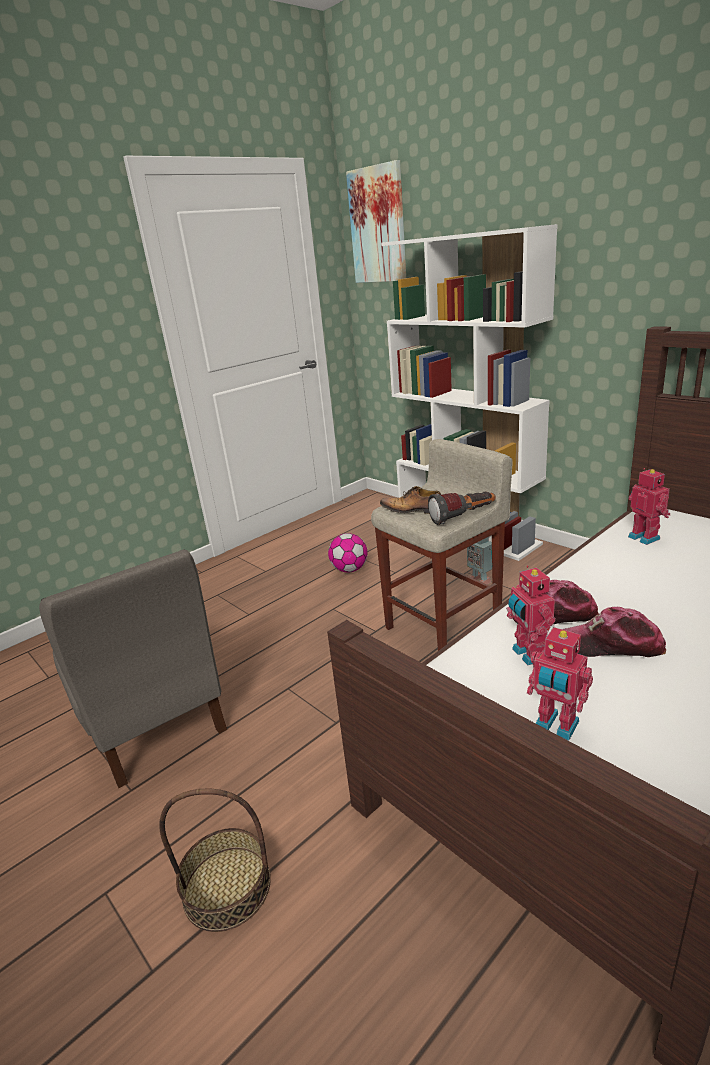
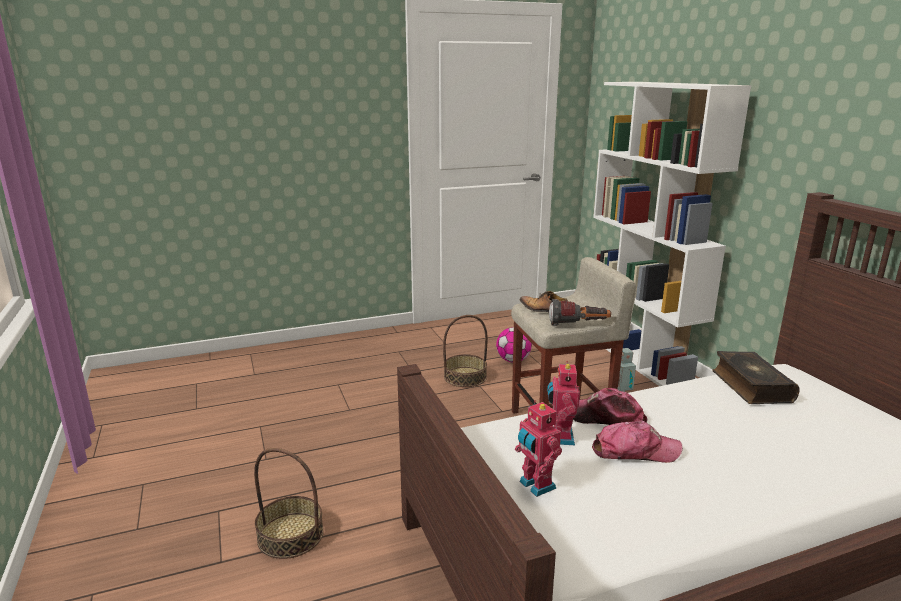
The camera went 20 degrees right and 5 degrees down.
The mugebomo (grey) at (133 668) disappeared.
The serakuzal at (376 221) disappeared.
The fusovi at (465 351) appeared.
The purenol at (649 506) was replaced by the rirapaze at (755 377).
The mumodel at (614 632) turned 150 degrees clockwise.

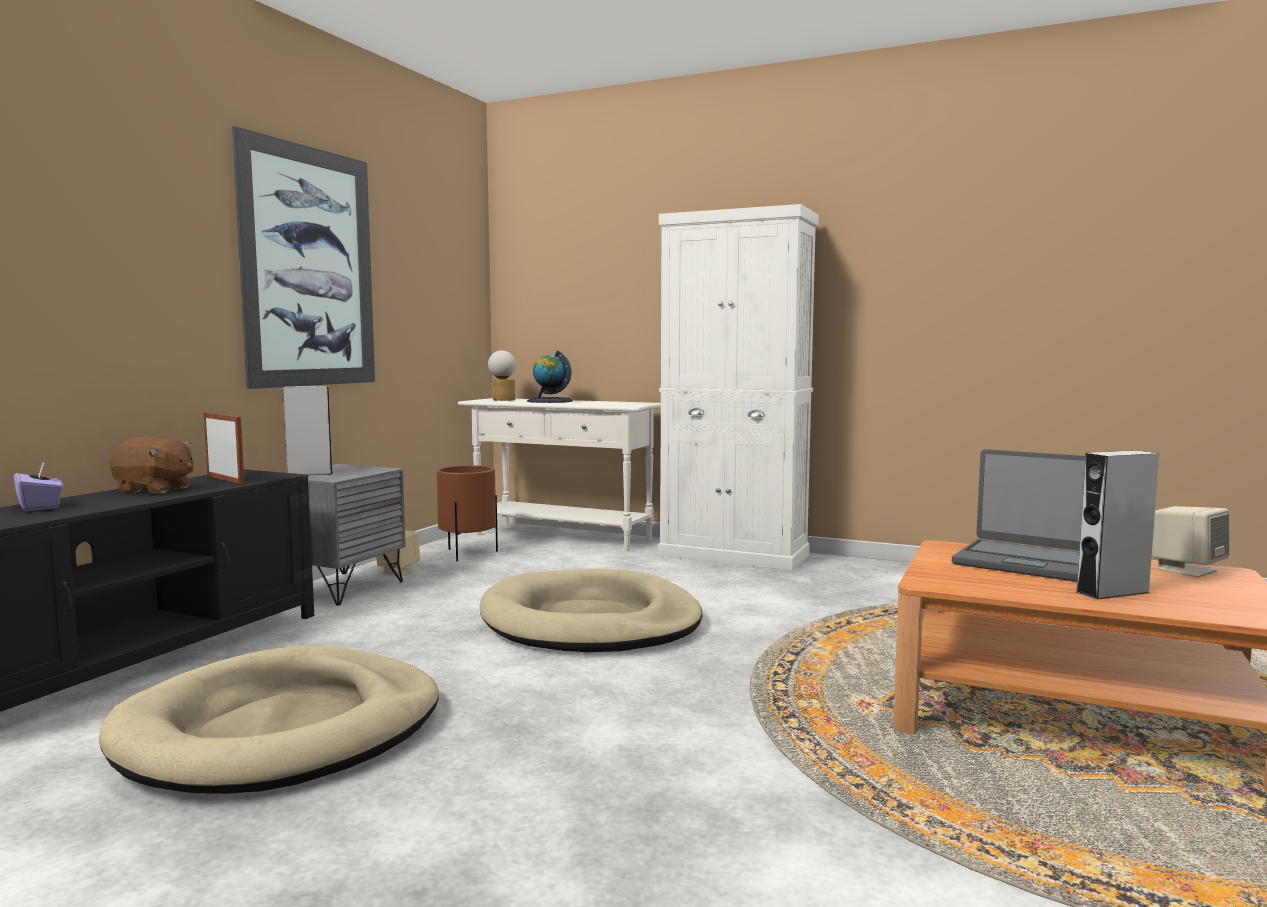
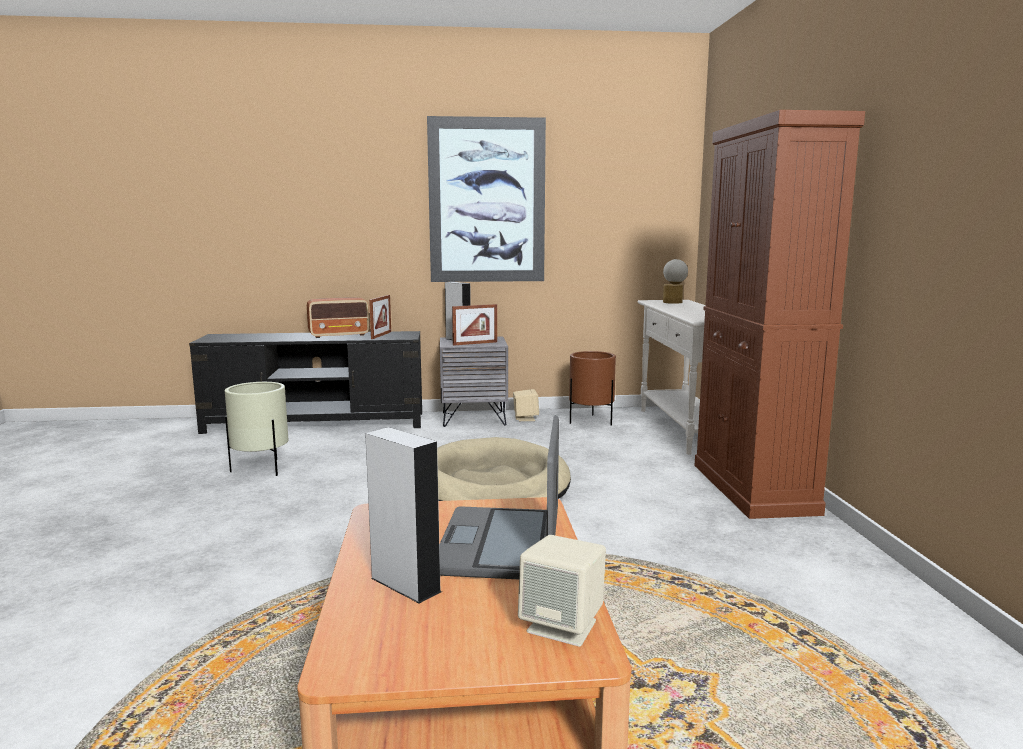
The camera went 60 degrees right and 5 degrees up.
The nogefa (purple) at (38 486) disappeared.
The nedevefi at (550 377) disappeared.
The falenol at (474 325) appeared.
The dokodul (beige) at (269 720) was replaced by the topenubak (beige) at (256 429).
The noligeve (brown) at (151 464) was replaced by the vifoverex at (338 317).
The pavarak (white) at (738 387) became the pavarak (brown) at (780 314).

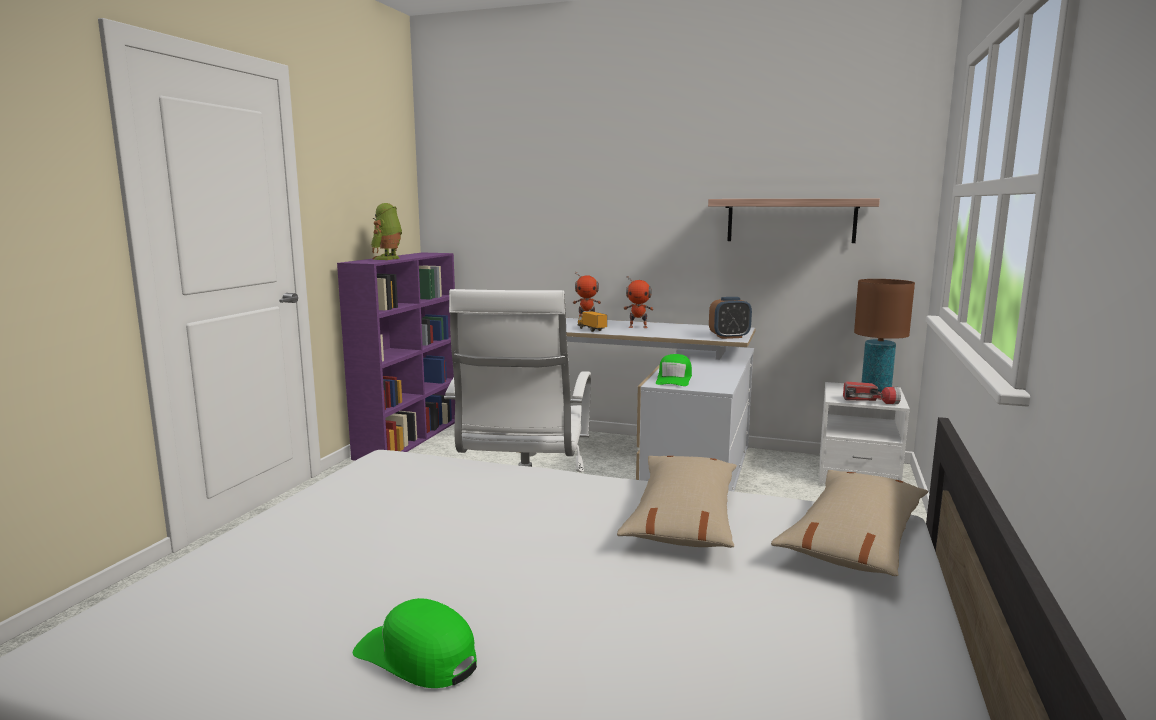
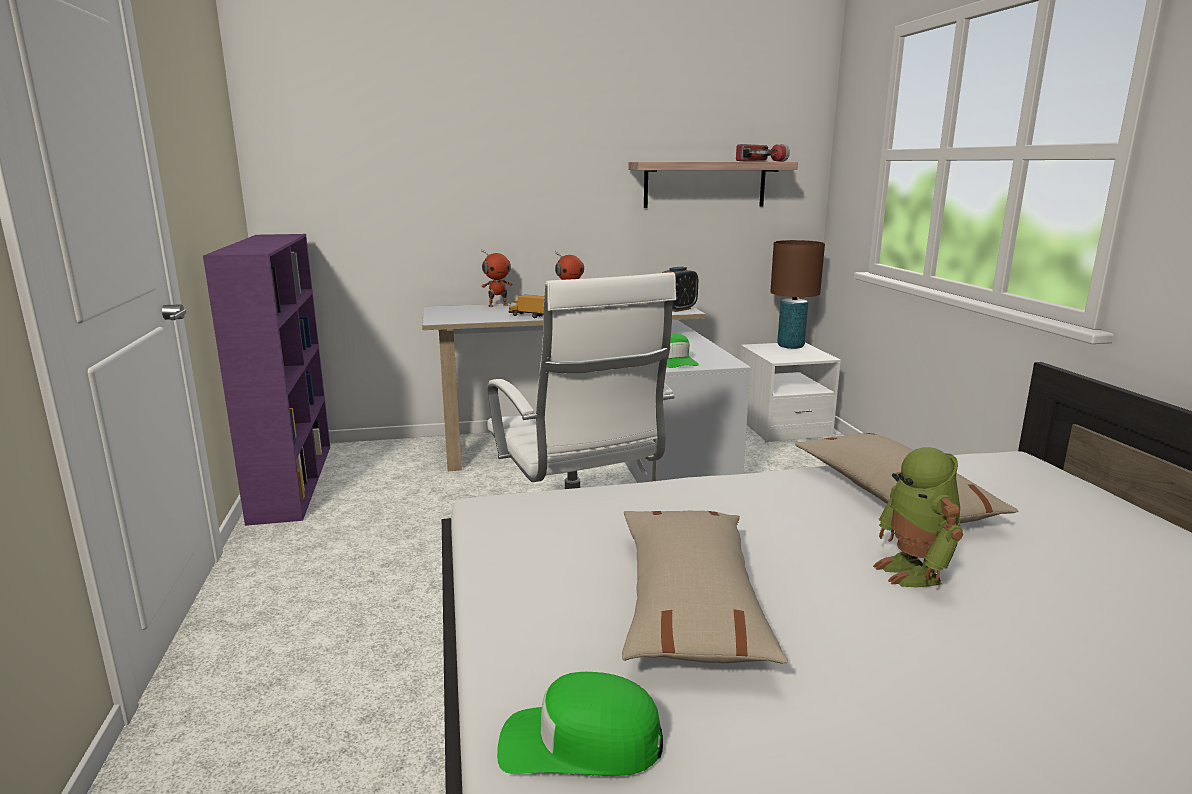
The camera went 30 degrees left and 5 degrees up.
The mumodel (green) moved from (415 643) to (580 724).
The purenol moved from (386 231) to (918 517).
The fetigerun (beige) moved from (849 523) to (705 587).
The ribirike moved from (872 392) to (763 153).

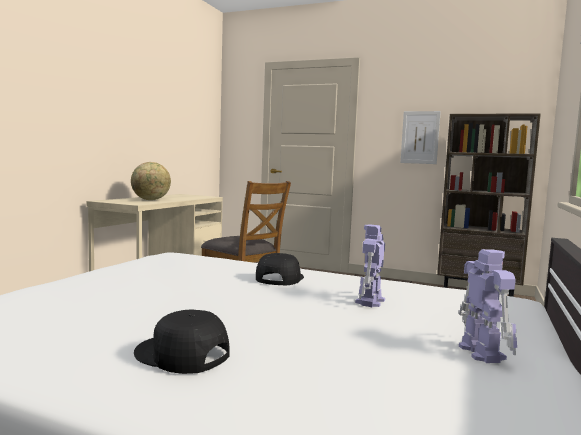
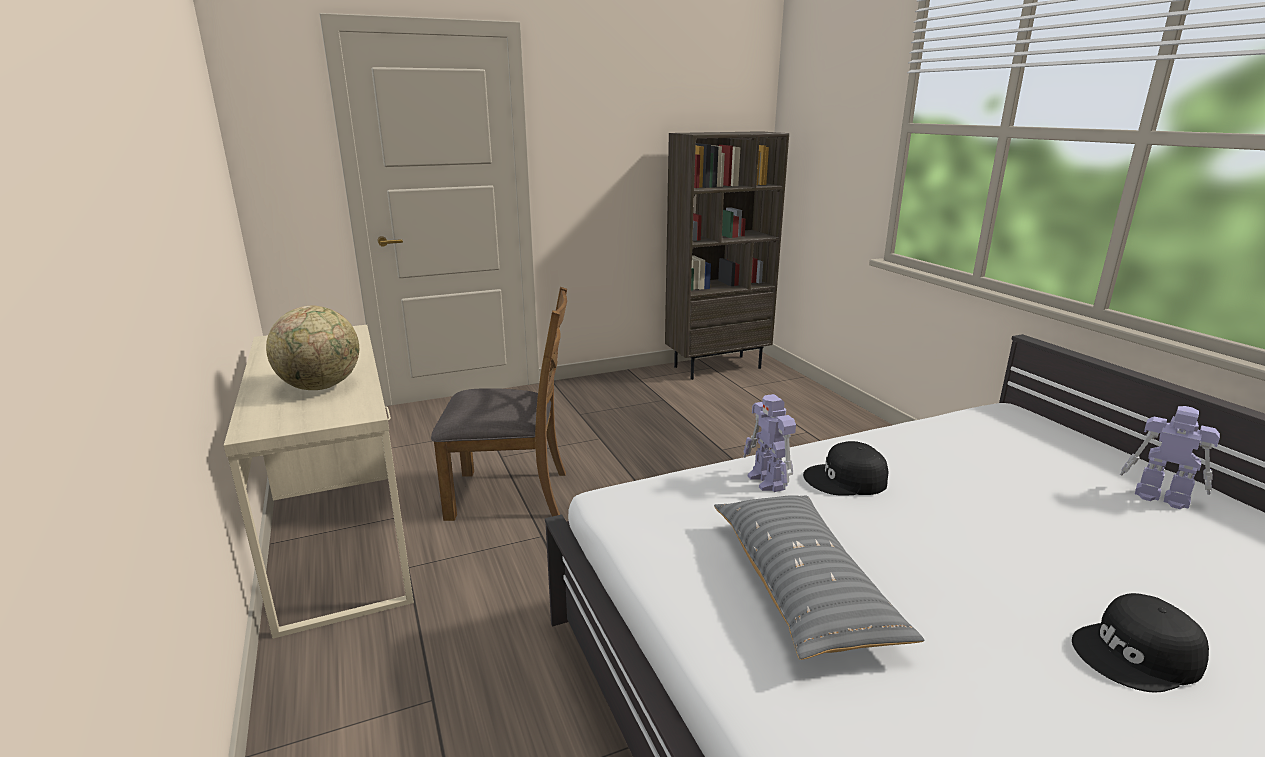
The camera went 45 degrees left and 15 degrees up.
The serakuzal at (420 137) disappeared.
The fetigerun (grey) at (819 577) appeared.
The purenol moved from (370 266) to (769 443).
The mumodel (black) at (280 269) turned 60 degrees counterclockwise.

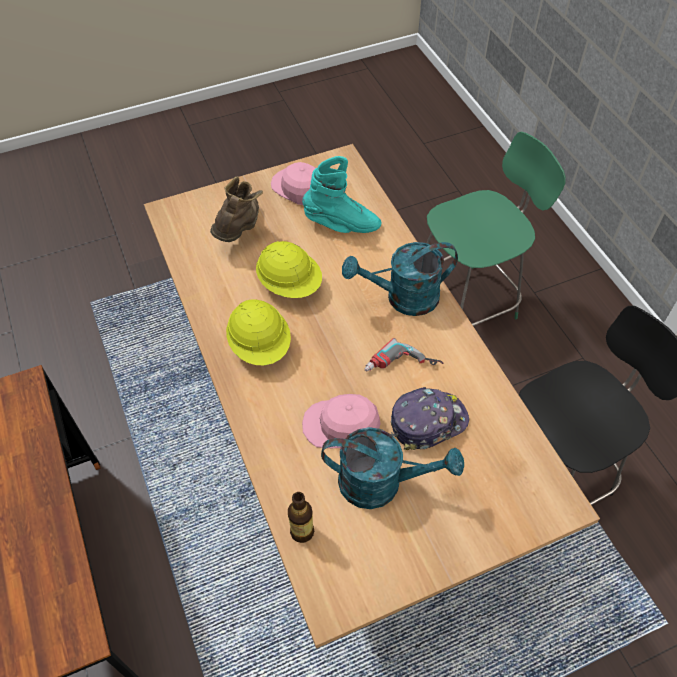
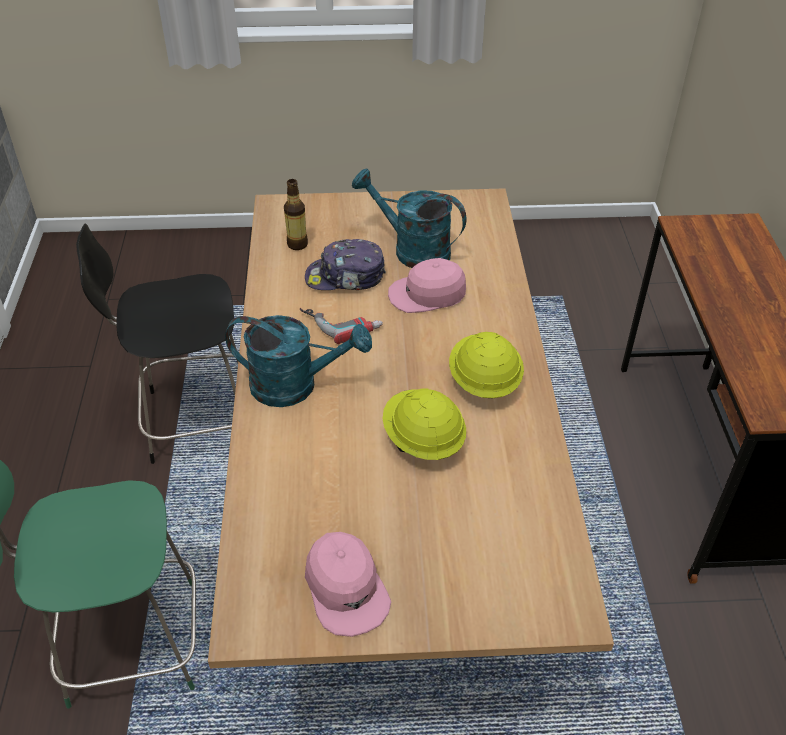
The camera went 160 degrees left and 10 degrees down.
The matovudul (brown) at (236 209) disappeared.
The matovudul (turquoise) at (341 194) disappeared.
The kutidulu moved from (301 517) to (296 214).
The mumodel (pink) at (341 421) turned 150 degrees clockwise.

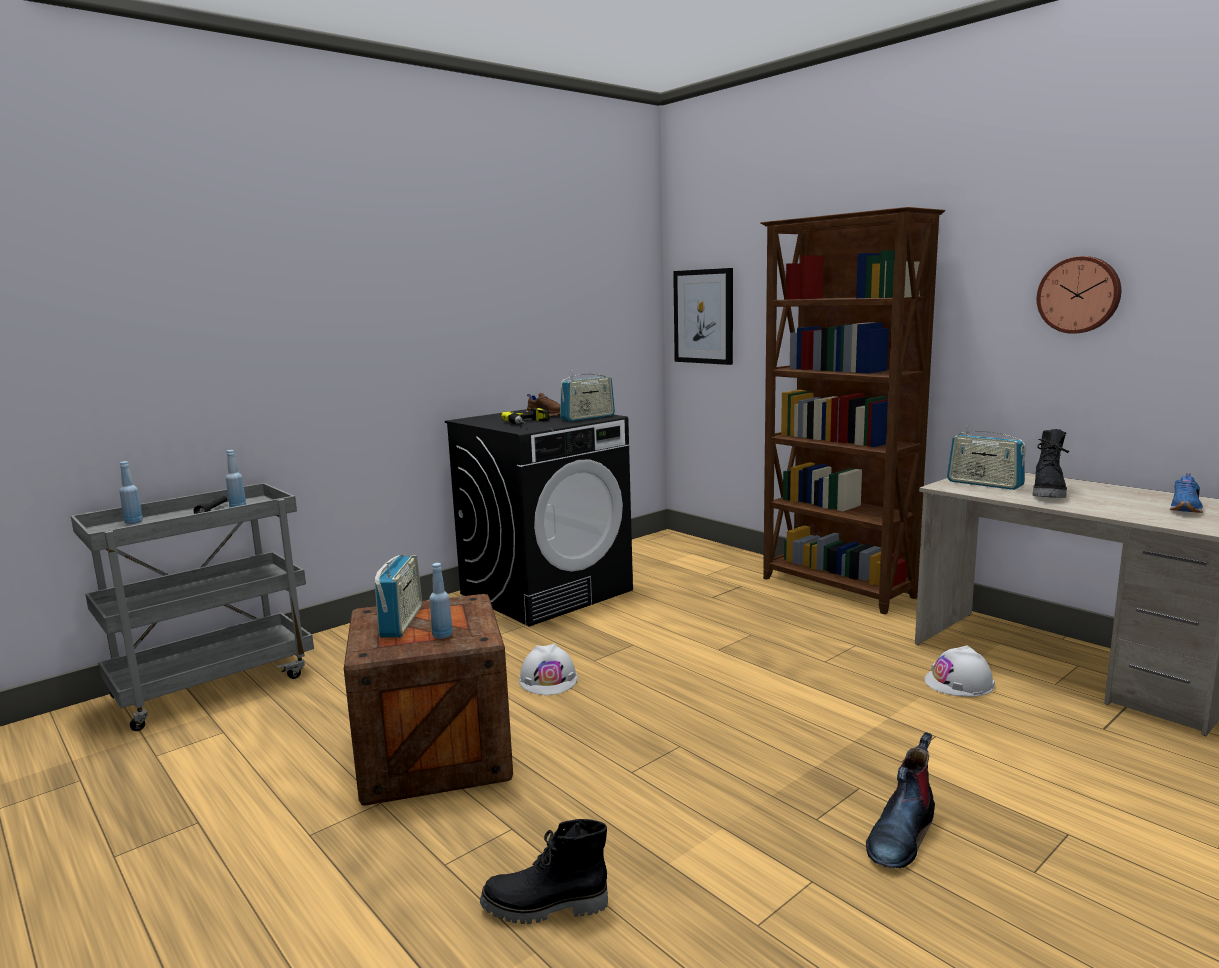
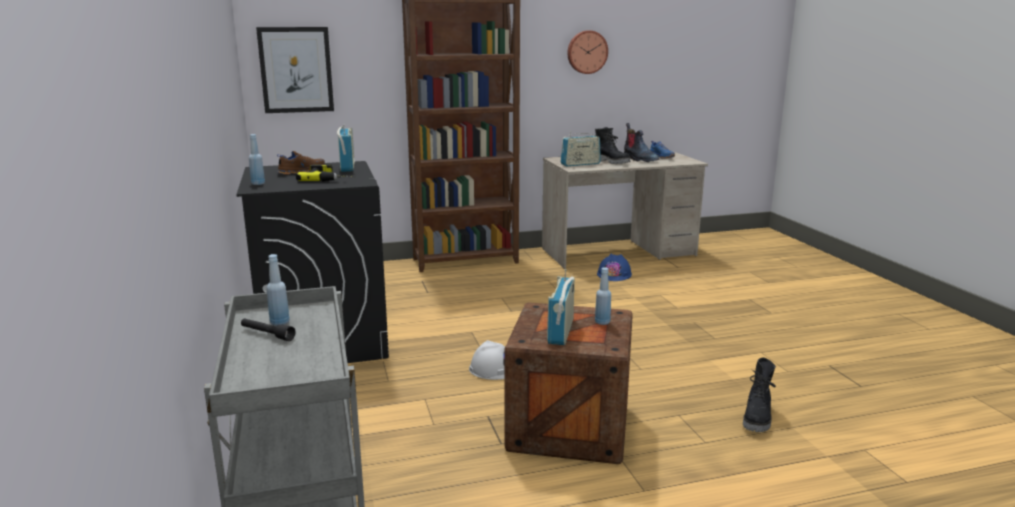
The camera went 65 degrees left and 5 degrees up.
The kutidulu (blue) moved from (131 492) to (257 159).
The matovudul moved from (900 800) to (641 142).
The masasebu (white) at (960 671) became the masasebu (blue) at (614 267).
The vifoverex at (398 596) turned 105 degrees counterclockwise.

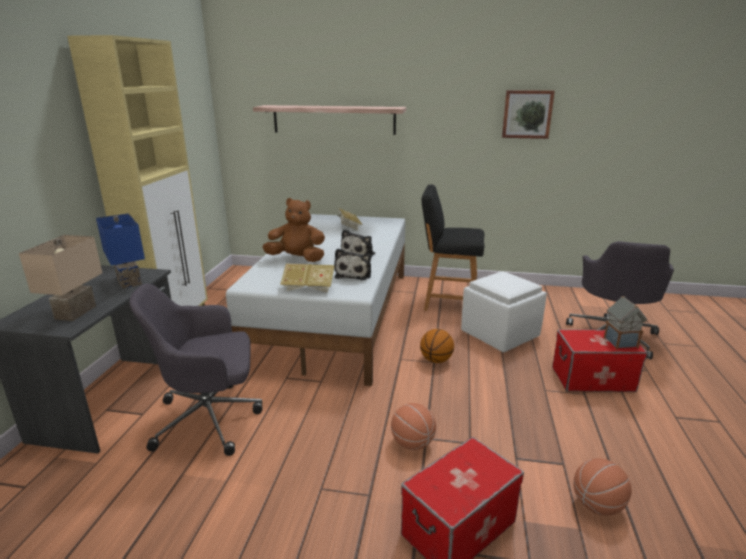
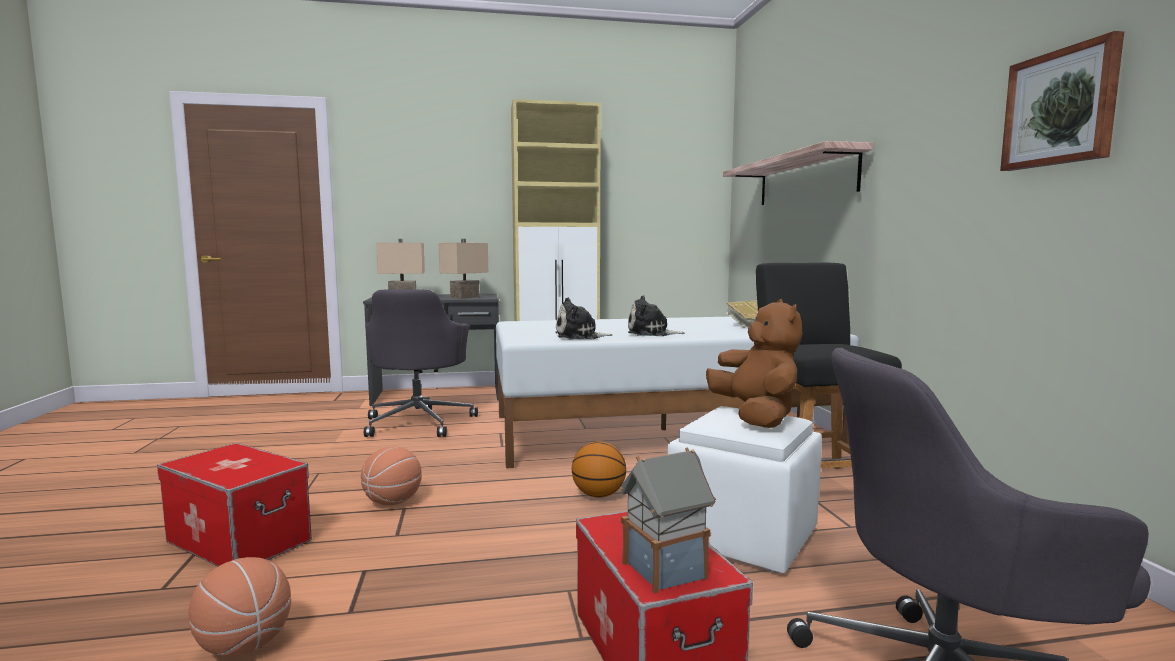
The camera went 70 degrees right and 15 degrees down.
The rirapaze at (307 278) disappeared.
The noligeve (brown) moved from (293 230) to (754 363).
The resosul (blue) at (120 251) became the resosul (beige) at (463 269).
The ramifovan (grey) at (196 370) turned 150 degrees counterclockwise.

